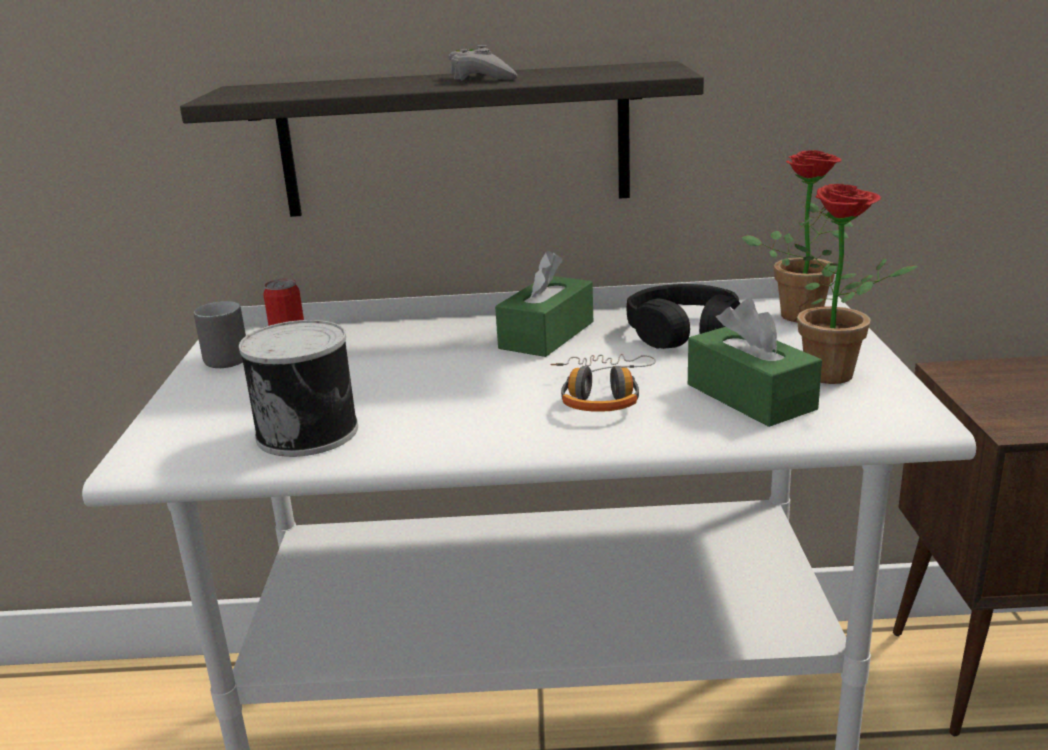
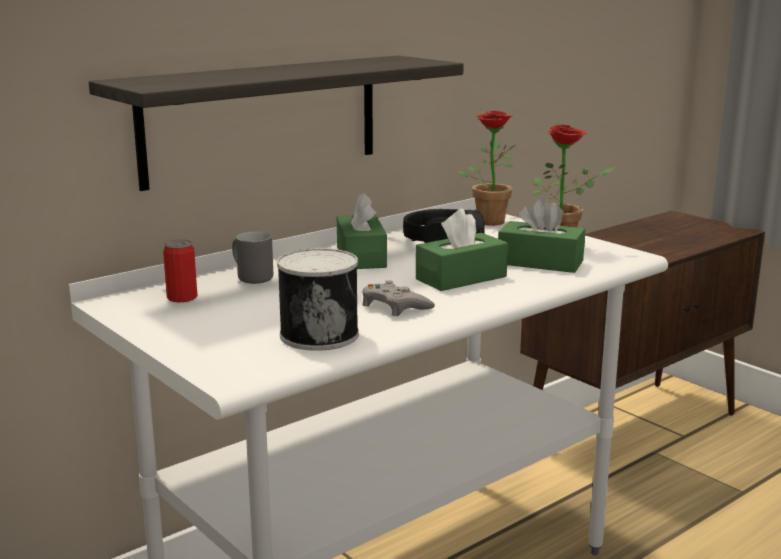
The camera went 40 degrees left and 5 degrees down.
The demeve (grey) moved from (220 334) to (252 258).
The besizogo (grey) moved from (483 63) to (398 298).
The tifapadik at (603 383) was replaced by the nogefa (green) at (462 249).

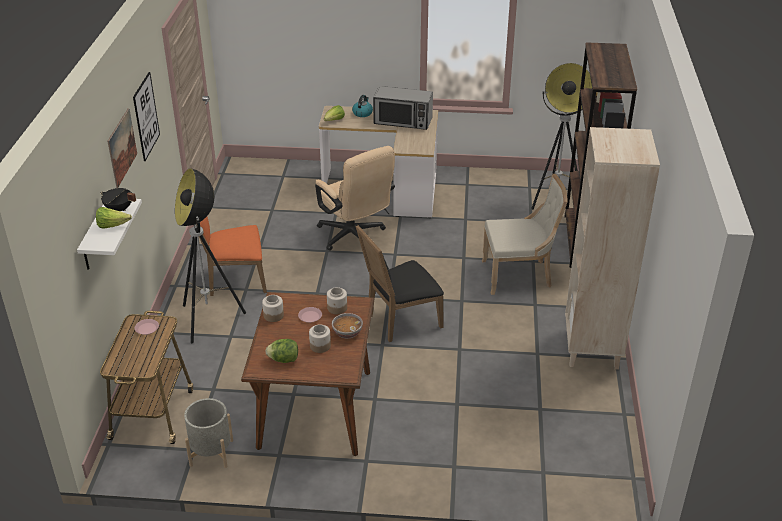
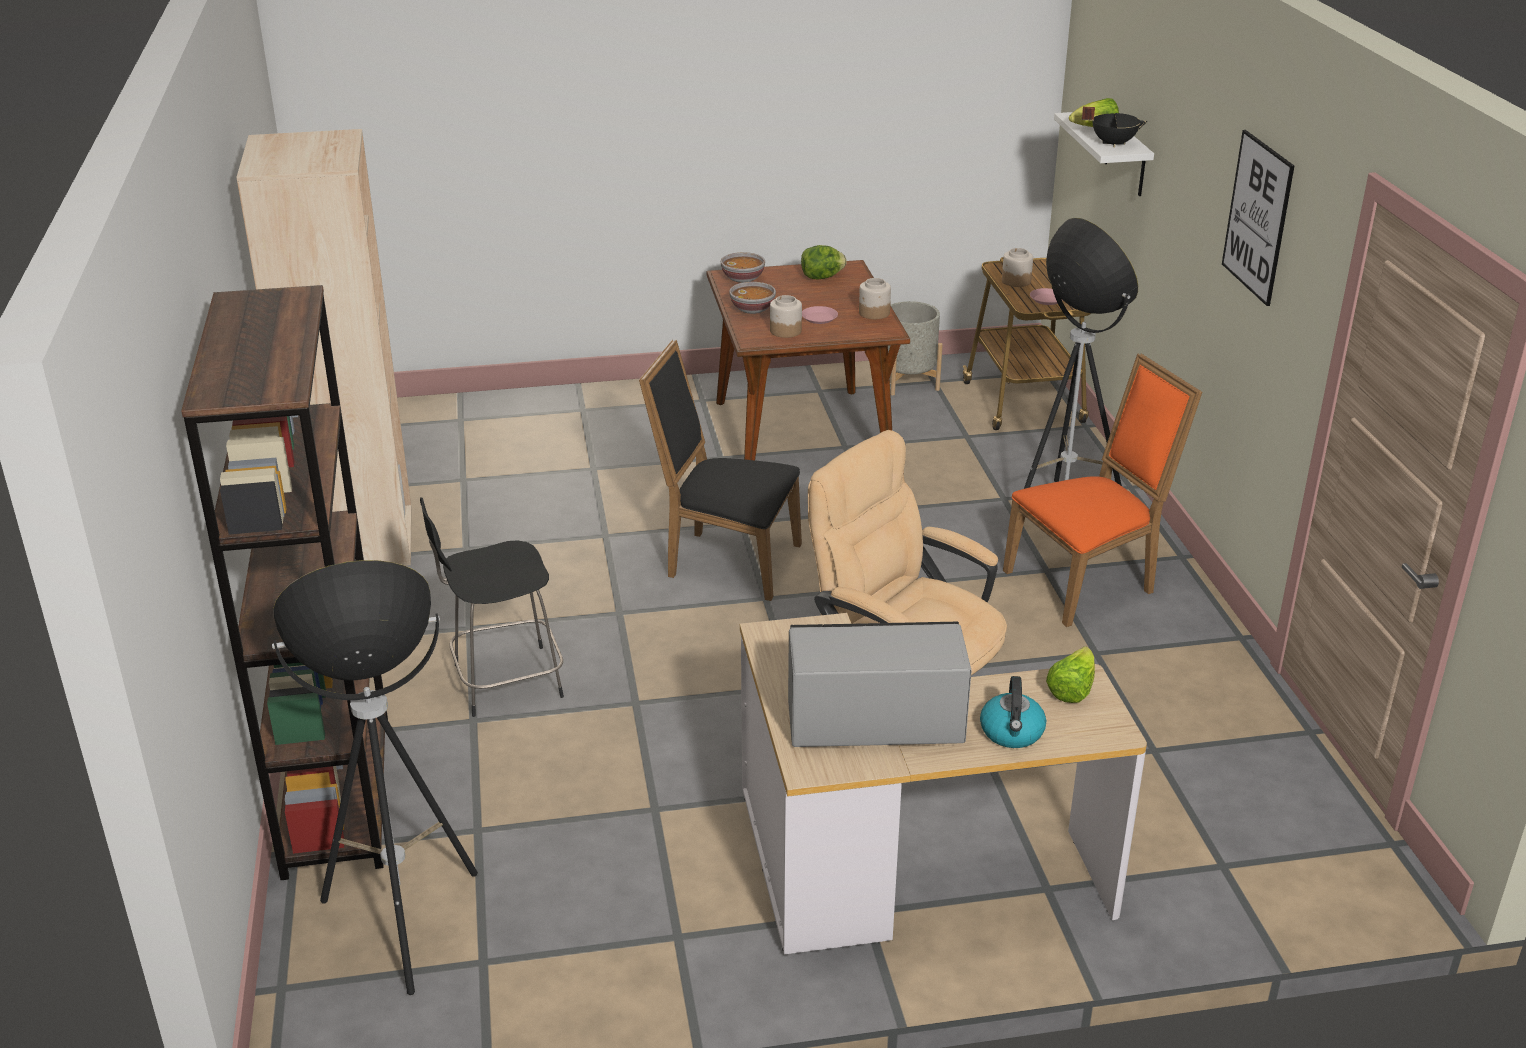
The camera went 165 degrees right and 5 degrees down.
The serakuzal at (122 148) disappeared.
The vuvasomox at (743 267) appeared.
The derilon moved from (320 338) to (1017 267).
The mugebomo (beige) at (525 234) was replaced by the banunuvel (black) at (492 607).
The mugebomo (black) at (400 283) turned 120 degrees counterclockwise.

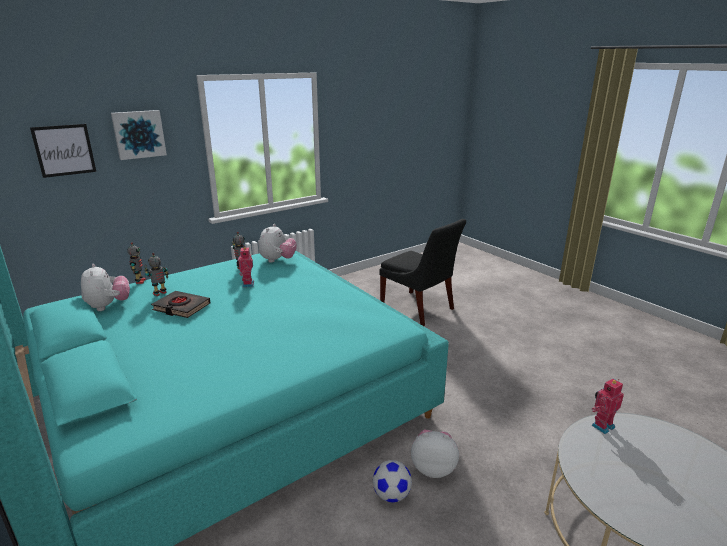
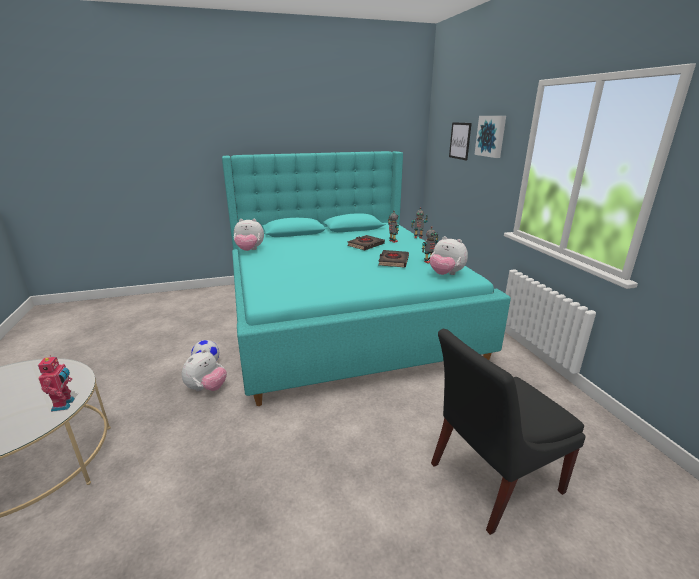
The camera went 110 degrees right and 0 degrees up.
The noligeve moved from (105 287) to (249 235).
The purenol at (245 267) was replaced by the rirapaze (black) at (393 259).

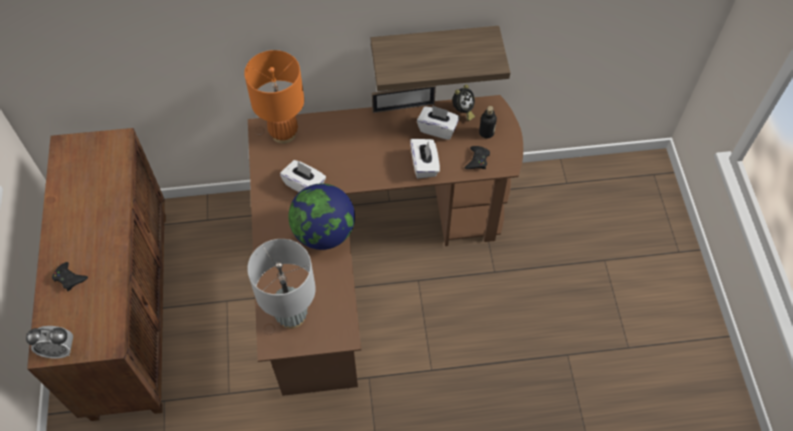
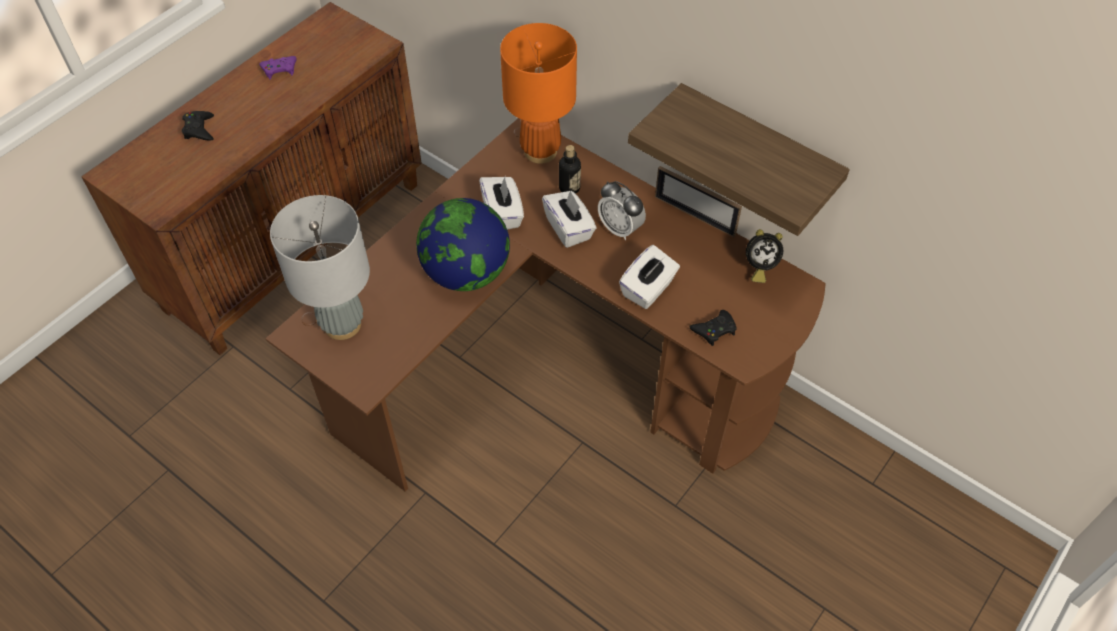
The camera went 45 degrees right and 5 degrees down.
The besizogo (purple) at (278 68) appeared.
The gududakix moved from (49 342) to (622 210).
The nogefa (white) moved from (438 123) to (569 219).
The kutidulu moved from (488 122) to (570 169).

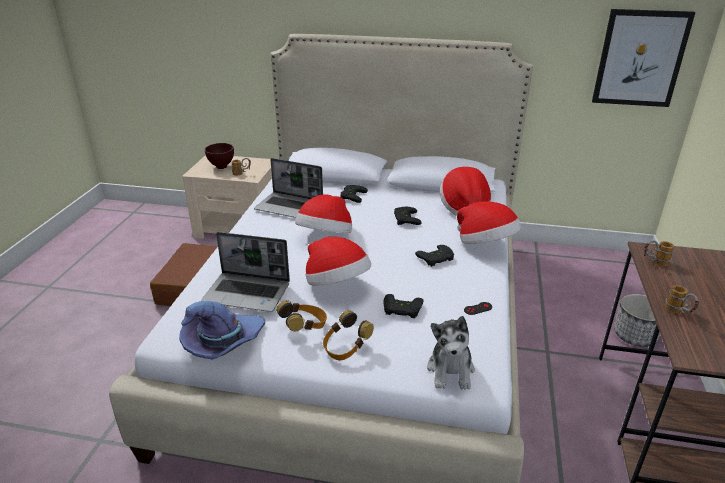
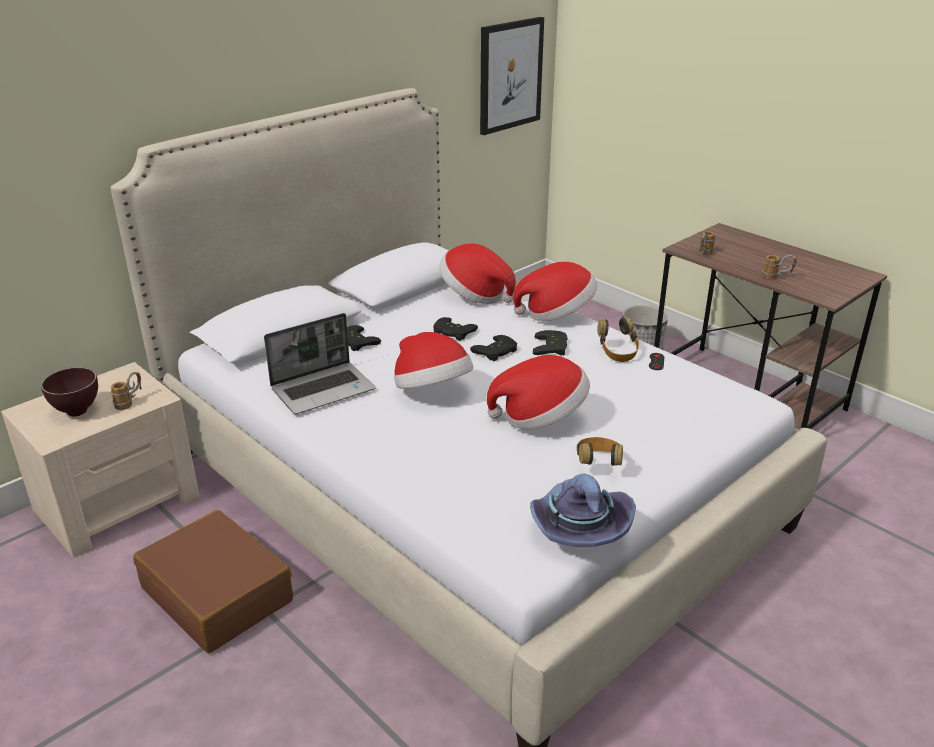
The camera went 55 degrees left and 0 degrees up.
The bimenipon at (245 272) disappeared.
The noligeve at (451 353) disappeared.
The tifapadik moved from (348 335) to (618 339).
The besizogo (black) moved from (403 306) to (493 348).

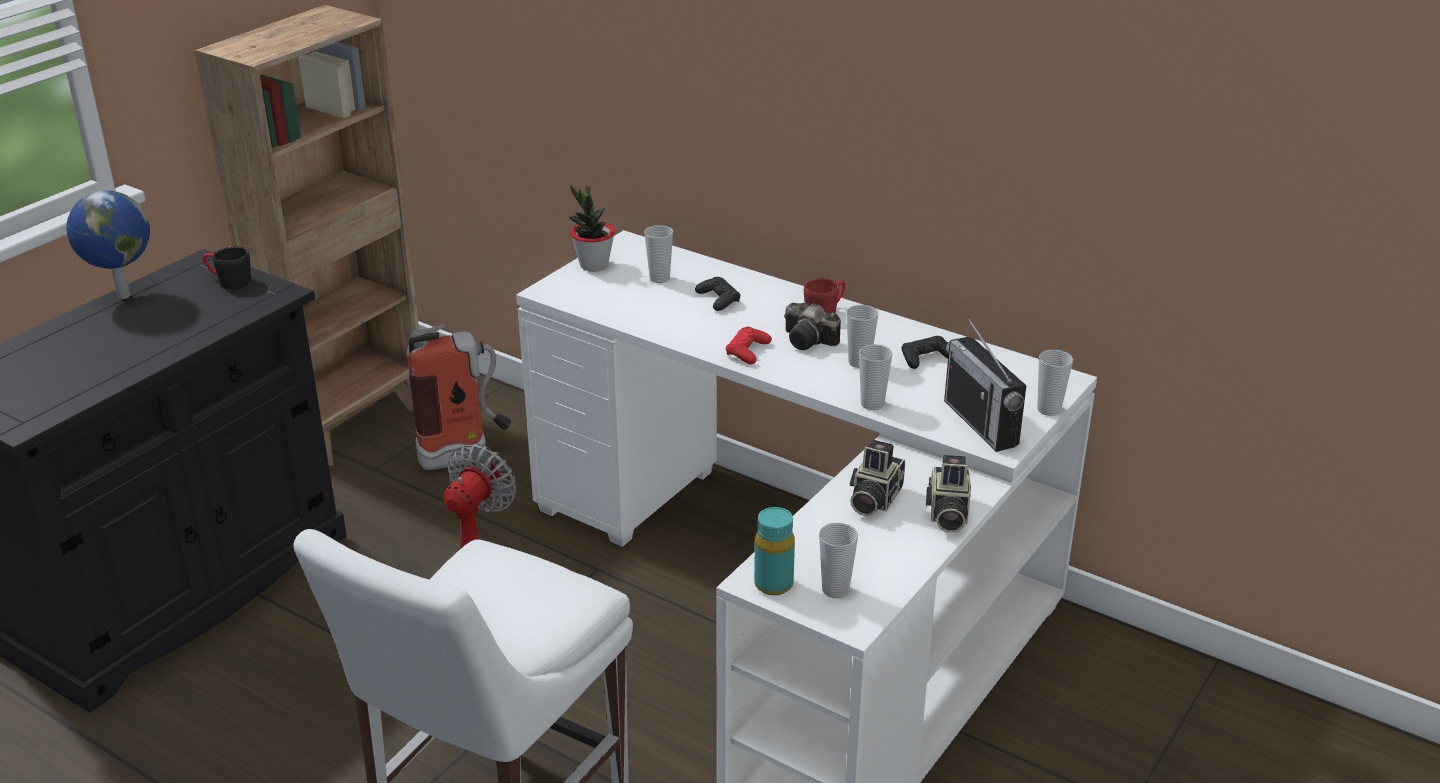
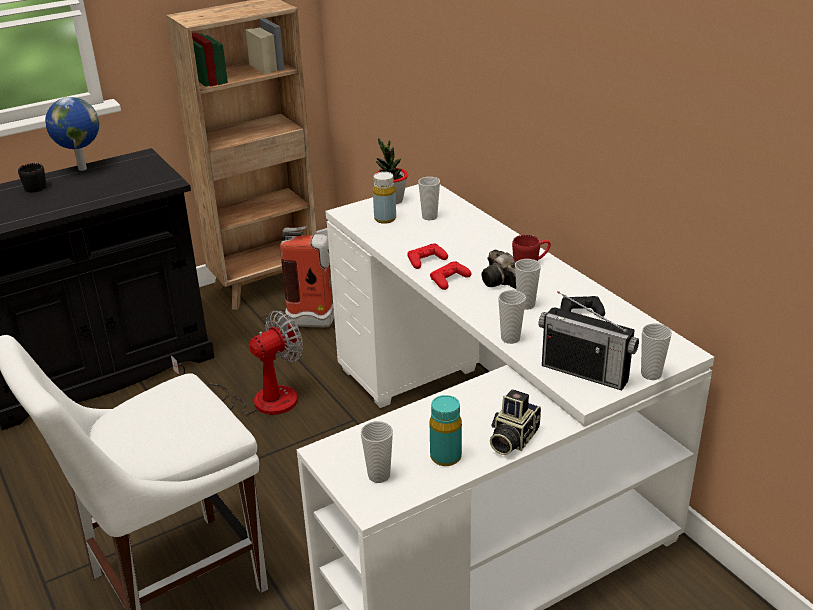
The camera went 25 degrees right and 0 degrees up.
The besizogo (black) at (718 294) disappeared.
The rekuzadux at (877 478) disappeared.
The kutidulu (yellow) at (384 198) appeared.
The besizogo (red) at (427 256) appeared.
The demeve (black) moved from (227 267) to (32 177).
The kutidulu (turquoise) moved from (774 551) to (446 430).
The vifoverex at (985 384) turned 60 degrees counterclockwise.

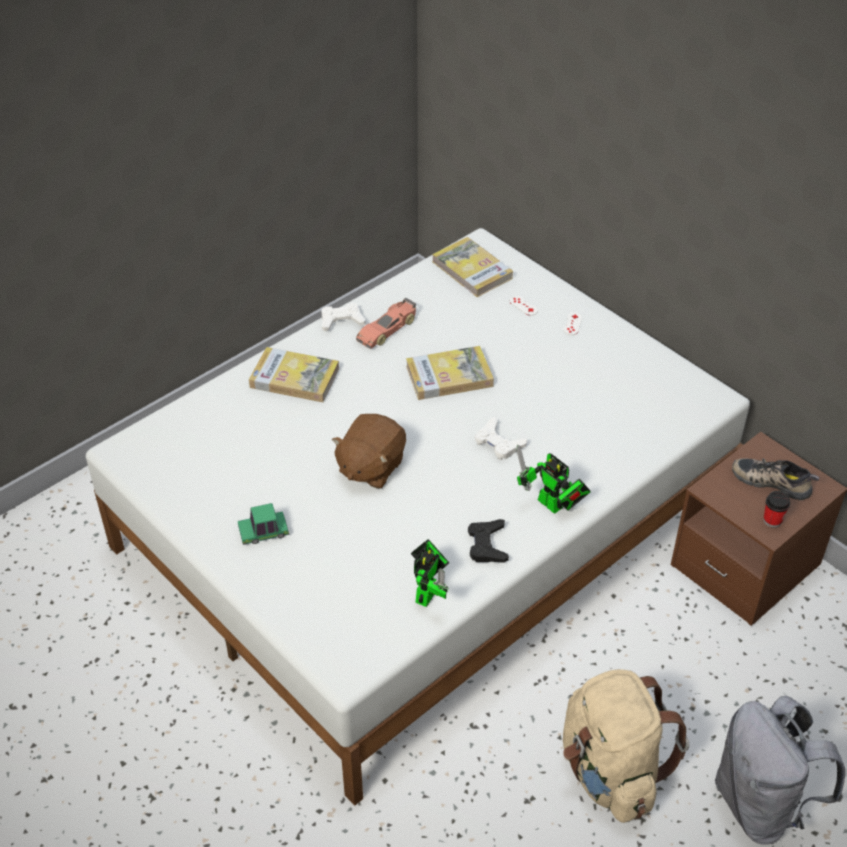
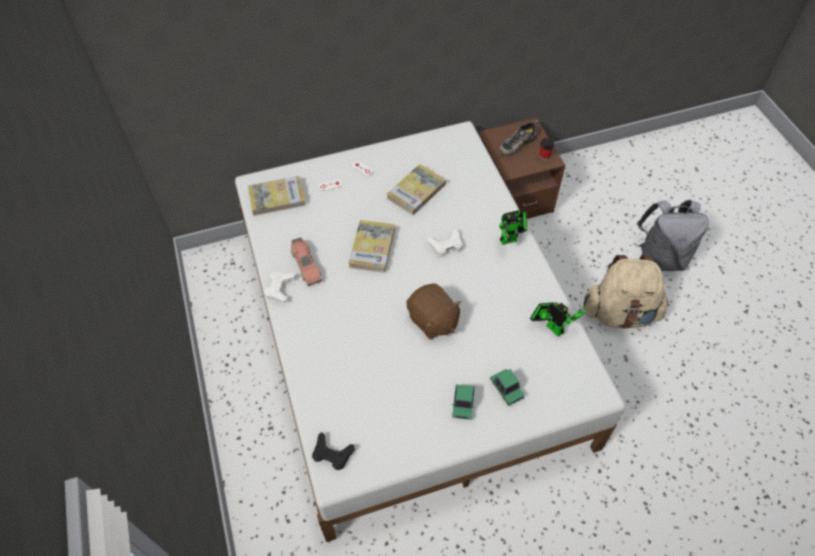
The camera went 65 degrees left and 10 degrees up.
The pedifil at (507 387) appeared.
The rirapaze moved from (294 374) to (416 189).
The besizogo (black) moved from (488 541) to (333 451).

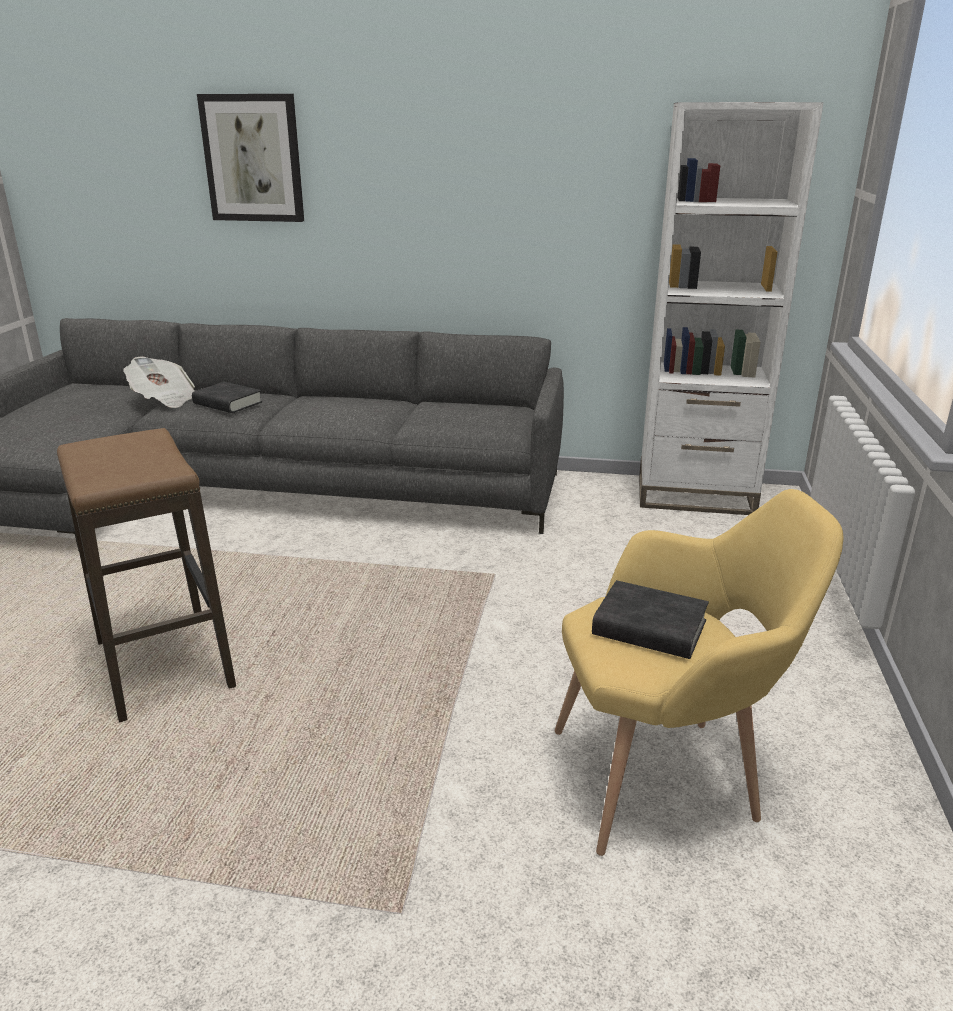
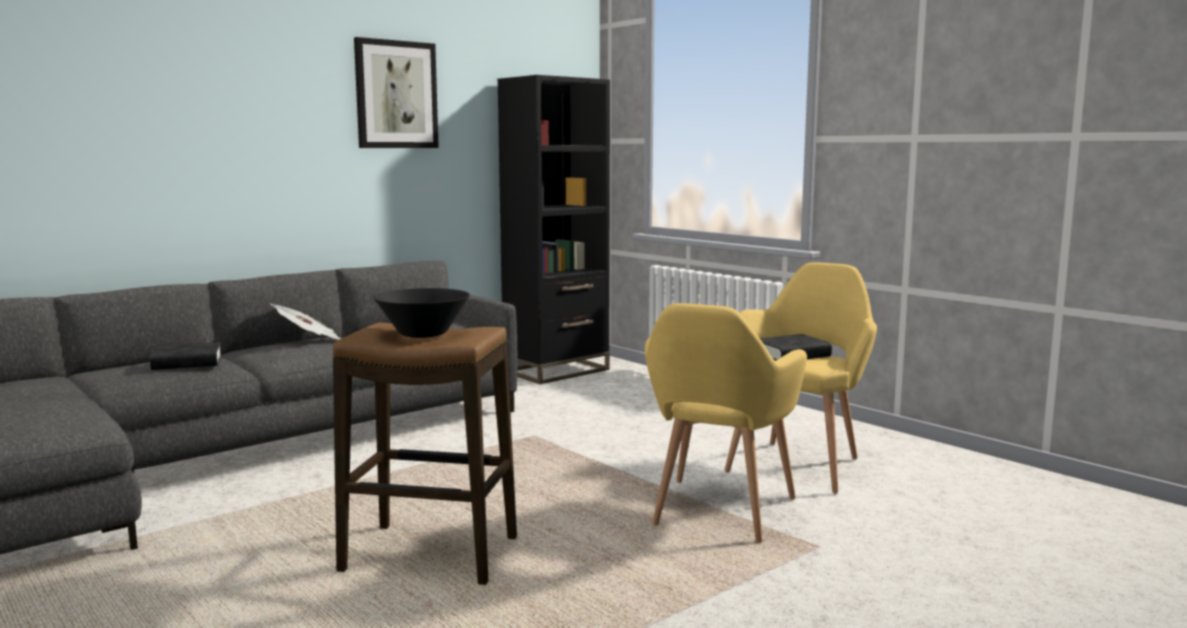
The camera went 50 degrees left and 15 degrees down.
The vuvasomox (black) at (421 313) appeared.
The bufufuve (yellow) at (726 423) appeared.
The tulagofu moved from (159 382) to (304 321).
The serakuzal moved from (250 158) to (396 92).
The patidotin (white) at (731 308) became the patidotin (black) at (553 229).

